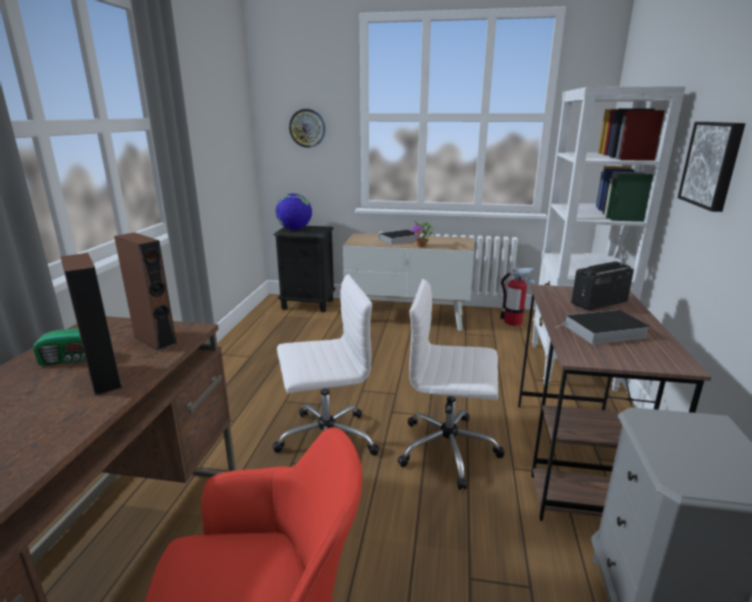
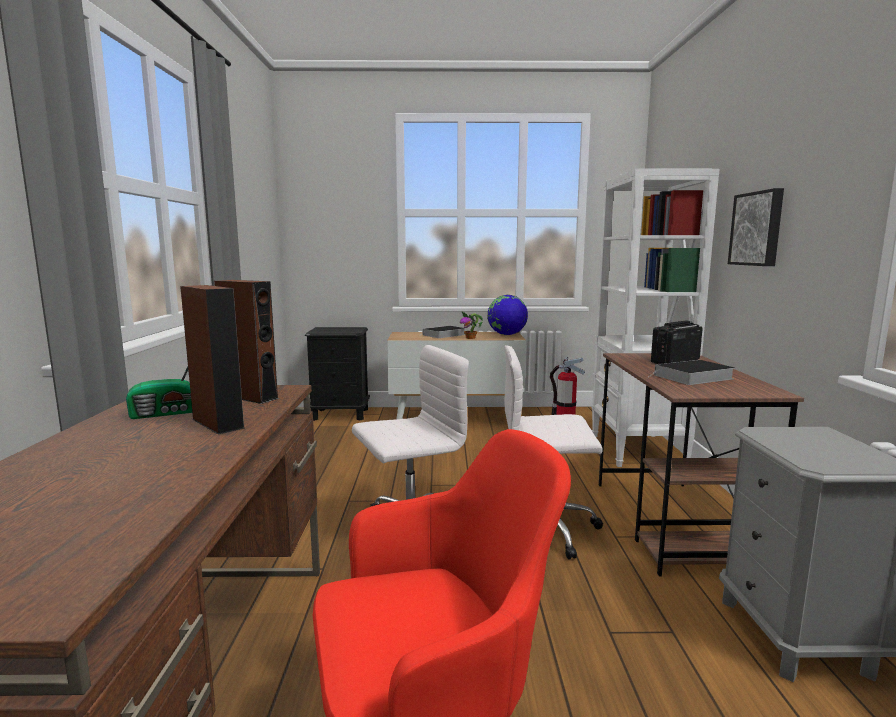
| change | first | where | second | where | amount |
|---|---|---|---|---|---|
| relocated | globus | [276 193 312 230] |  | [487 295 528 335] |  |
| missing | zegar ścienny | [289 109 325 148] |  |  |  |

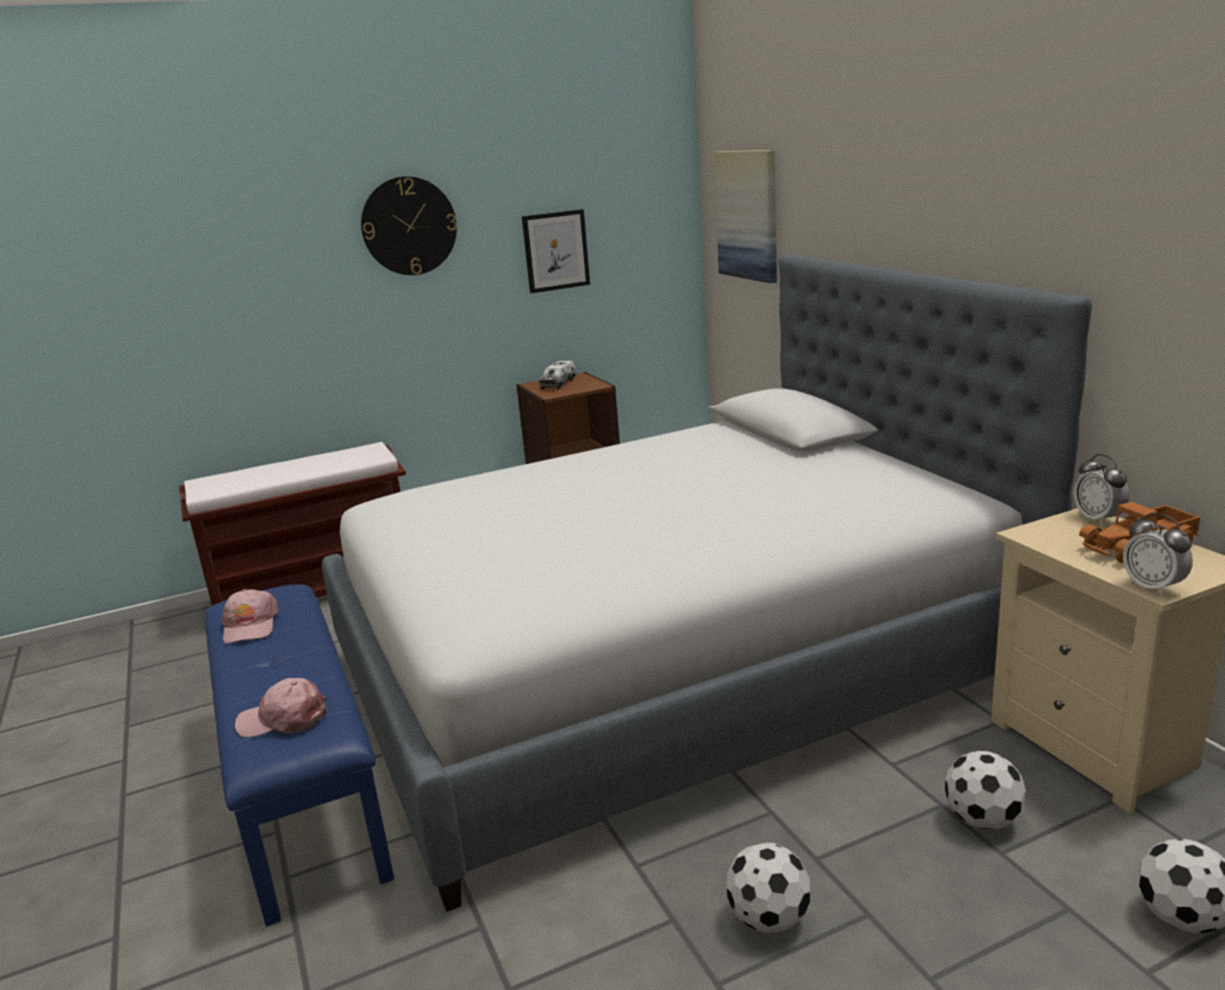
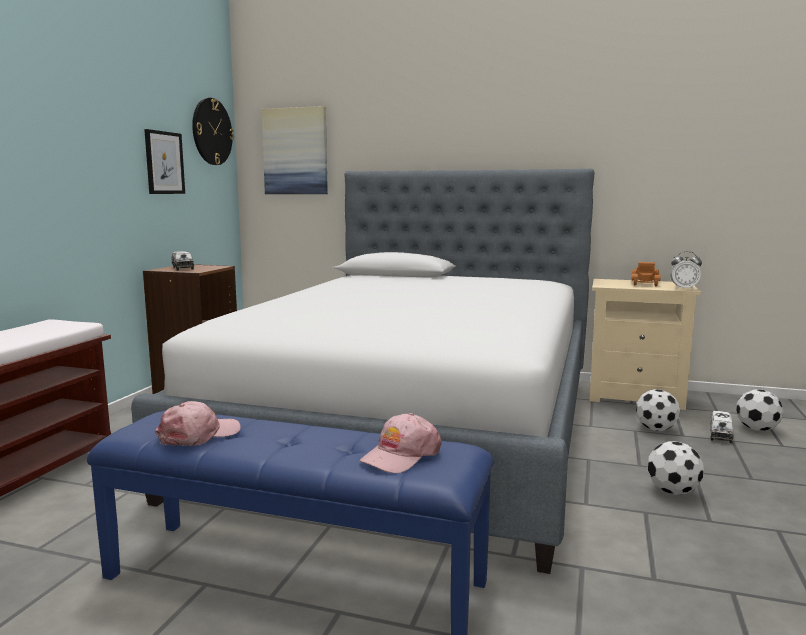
| change | first | where | second | where | amount |
|---|---|---|---|---|---|
| spun | czapka z daszkiem (różowy) | [222 589 279 644] |  | [155 401 241 446] | 75 degrees counterclockwise |
| relocated | zegar ścienny | [361 176 457 275] |  | [192 98 234 165] |  |
| appeared |  |  | ciężarówka zabawkowa | [710 411 733 443] |  |
| missing | budzik | [1074 454 1130 526] |  |  |  |

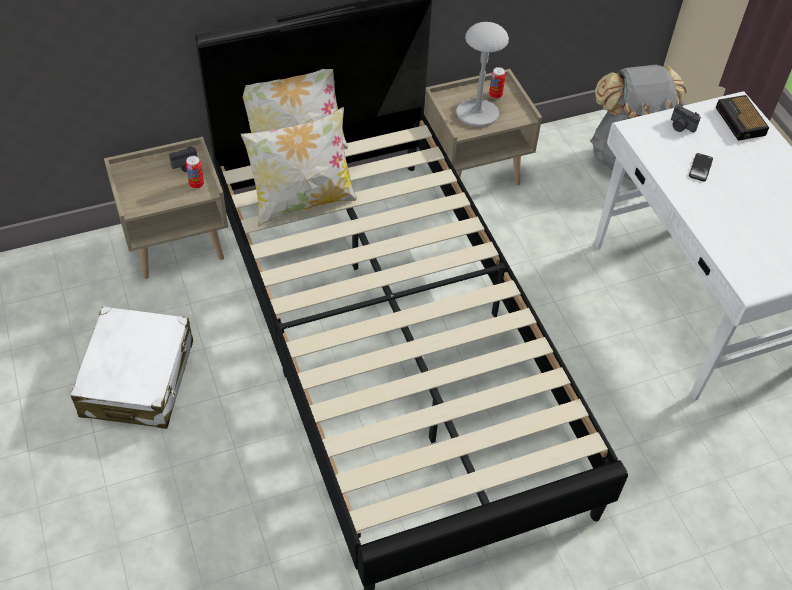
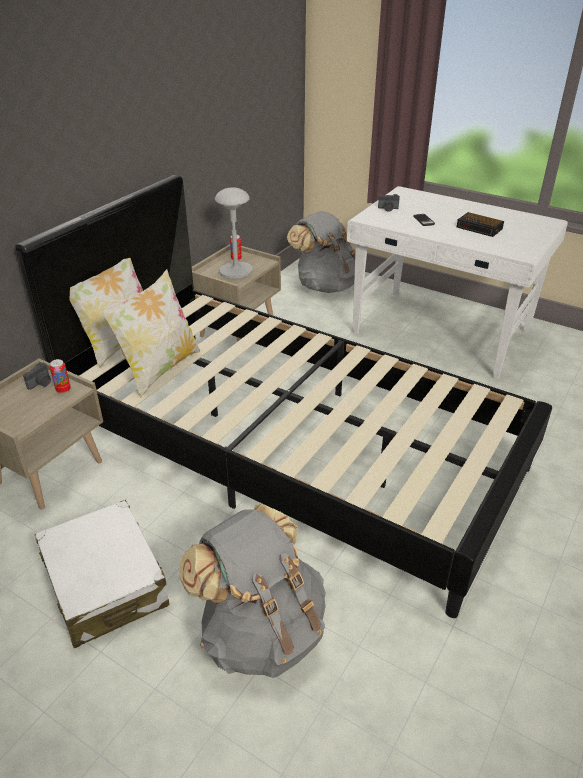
| change | first | where | second | where | amount |
|---|---|---|---|---|---|
| appeared |  |  | plecak (szary) | [179 504 326 678] |  |
| relocated | budzik | [716 95 769 141] |  | [457 212 504 237] |  |

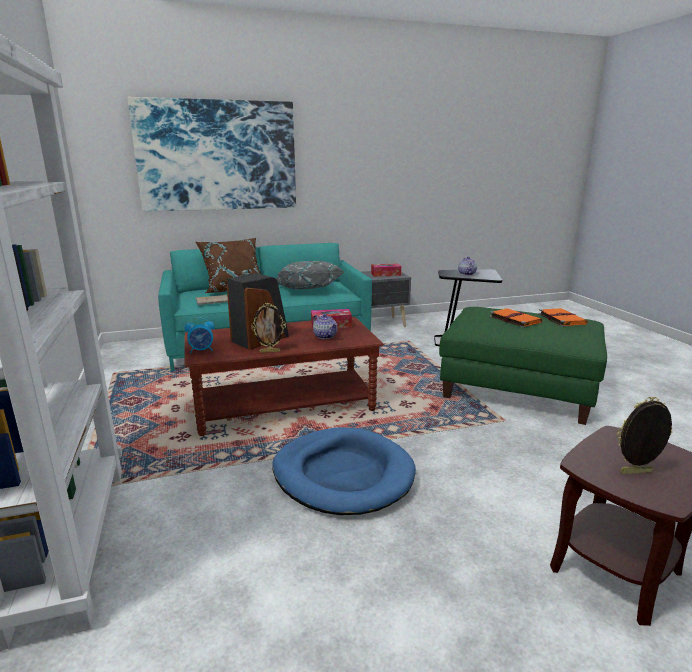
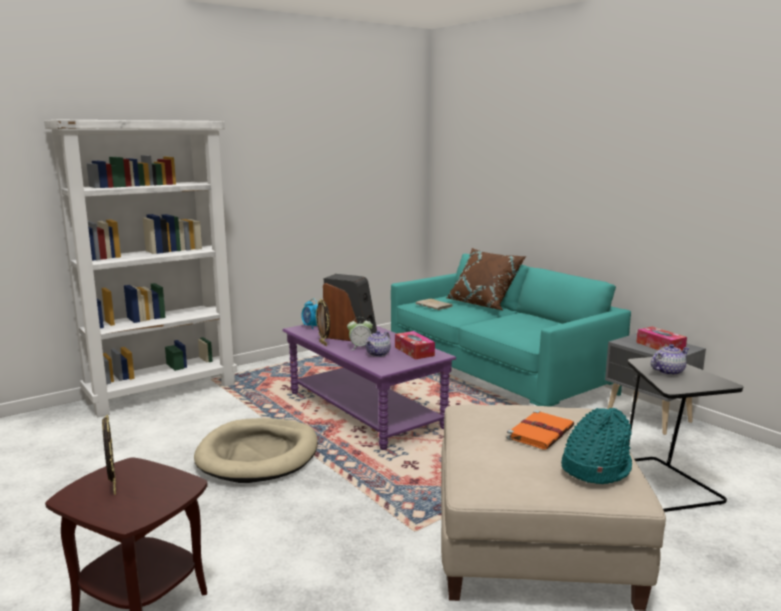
| change | first | where | second | where | amount |
|---|---|---|---|---|---|
| colour | legowisko (niebieski) | [272 427 416 515] | legowisko (beżowy) | [194 418 318 483] |  |
| colour | ława (brązowy) | [184 317 383 436] | ława (fioletowy) | [282 325 456 450] |  |
| appeared |  |  | budzik | [347 318 373 350] |  |
| colour | pufa (zielony) | [439 307 607 425] | pufa (beżowy) | [441 405 666 611] |  |
| exchanged | książka (pomarańczowy) | [538 308 588 327] | kapelusz (turkusowy) | [561 408 632 484] |  |
| missing | obraz | [127 97 296 212] |  |  |  |
| missing | poduszka (szary) | [276 261 344 289] |  |  |  |

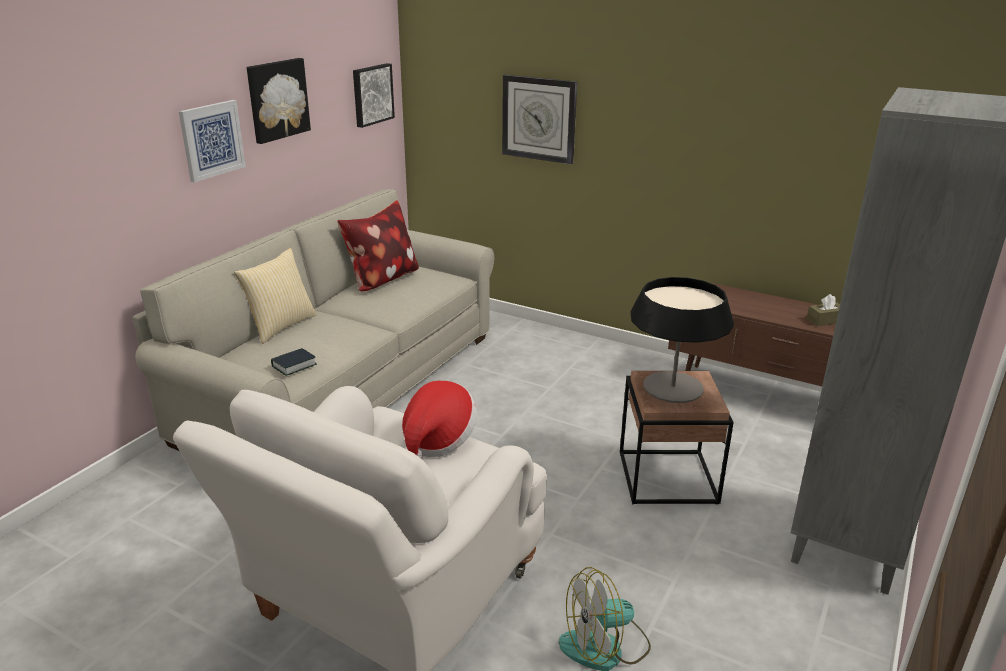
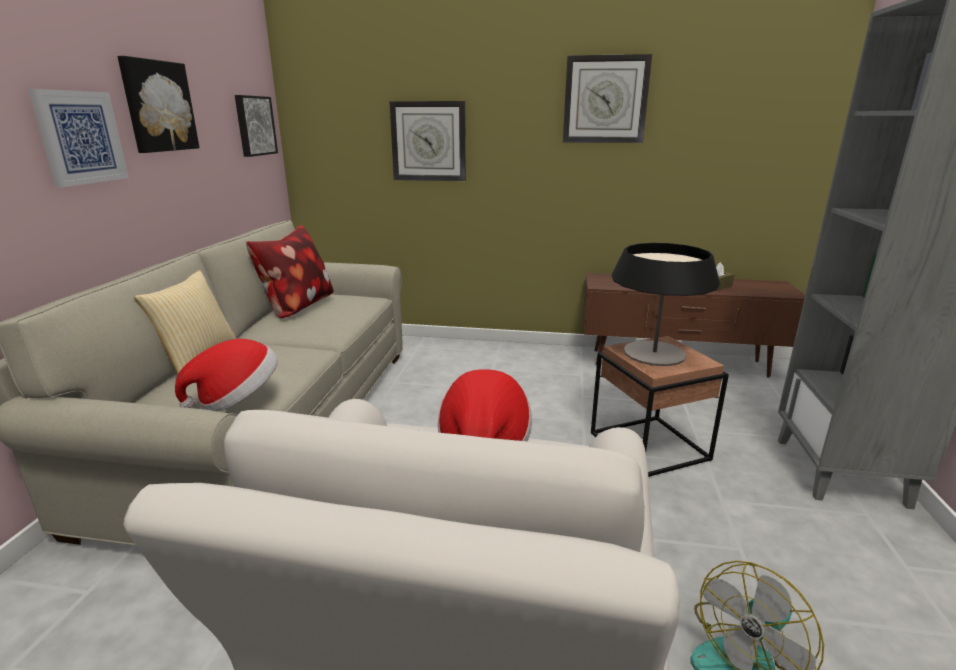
| change | first | where | second | where | amount |
|---|---|---|---|---|---|
| exchanged | książka | [271 348 317 376] | kapelusz | [175 339 278 412] |  |
| appeared |  |  | zegar ścienny | [563 54 652 143] |  |

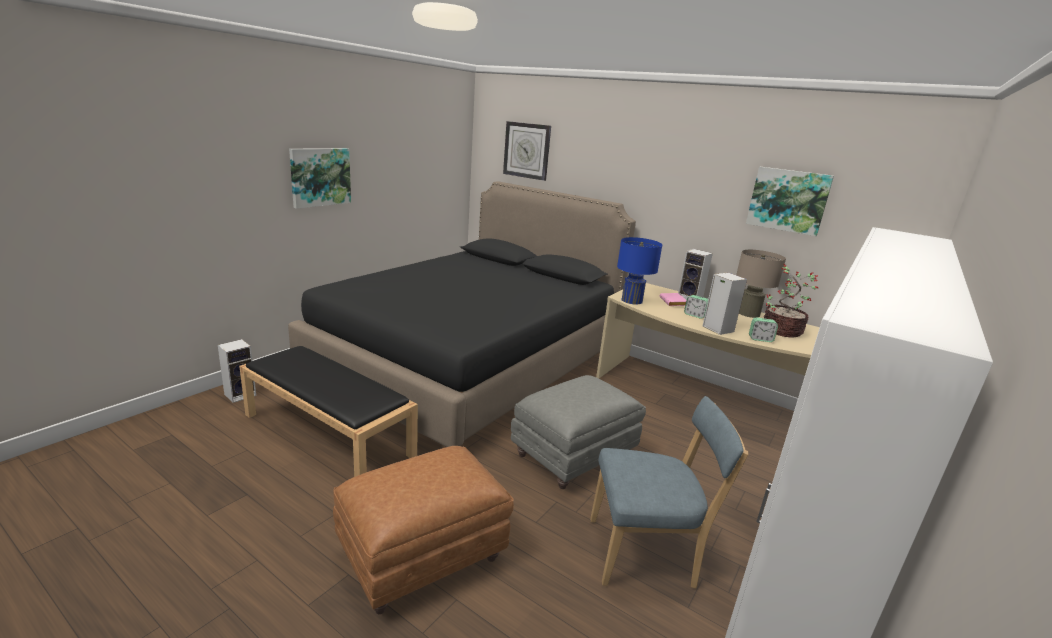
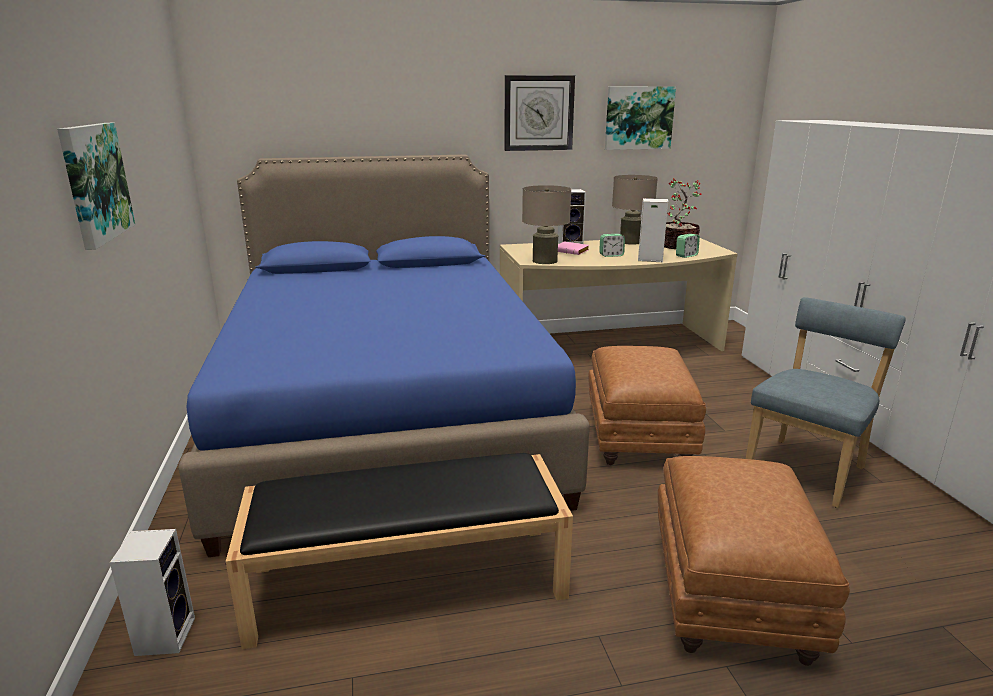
| change | first | where | second | where | amount |
|---|---|---|---|---|---|
| colour | łóżko (czarny) | [288 181 636 447] | łóżko (niebieski) | [178 155 590 557] |  |
| relocated | zegar ścienny | [503 121 551 181] |  | [504 75 575 151] |  |
| colour | lampa stołowa (niebieski) | [617 237 662 304] | lampa stołowa (beżowy) | [522 185 571 264] |  |
| colour | pufa (szary) | [511 375 646 489] | pufa (brązowy) | [588 346 706 465] |  |

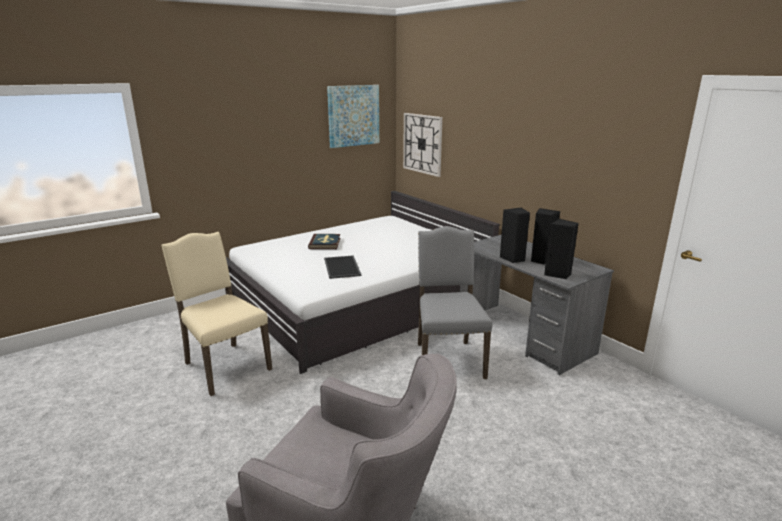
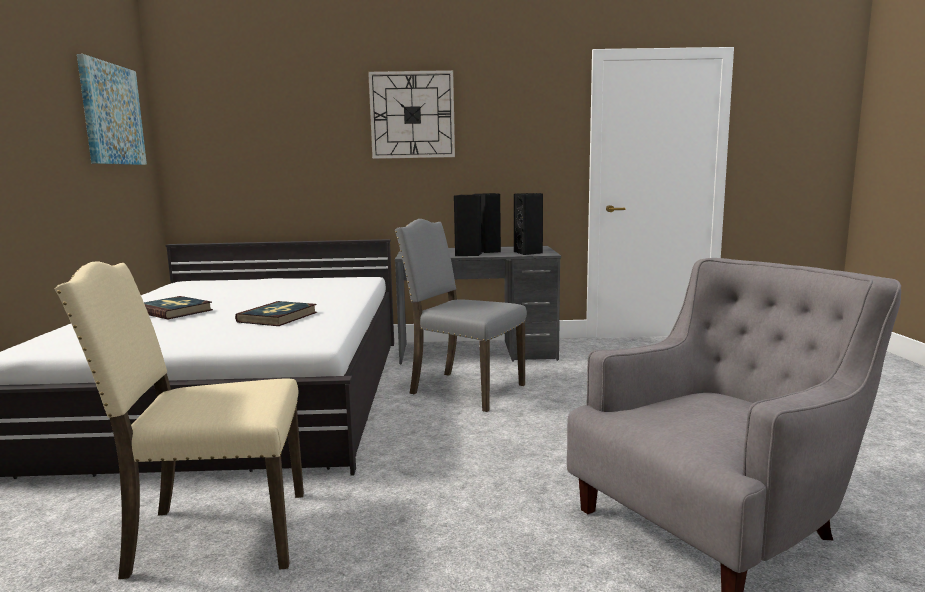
| change | first | where | second | where | amount |
|---|---|---|---|---|---|
| exchanged | taca | [324 255 361 279] | książka | [235 301 317 326] |  |
| relocated | zegar ścienny | [403 113 443 177] |  | [368 70 455 159] |  |

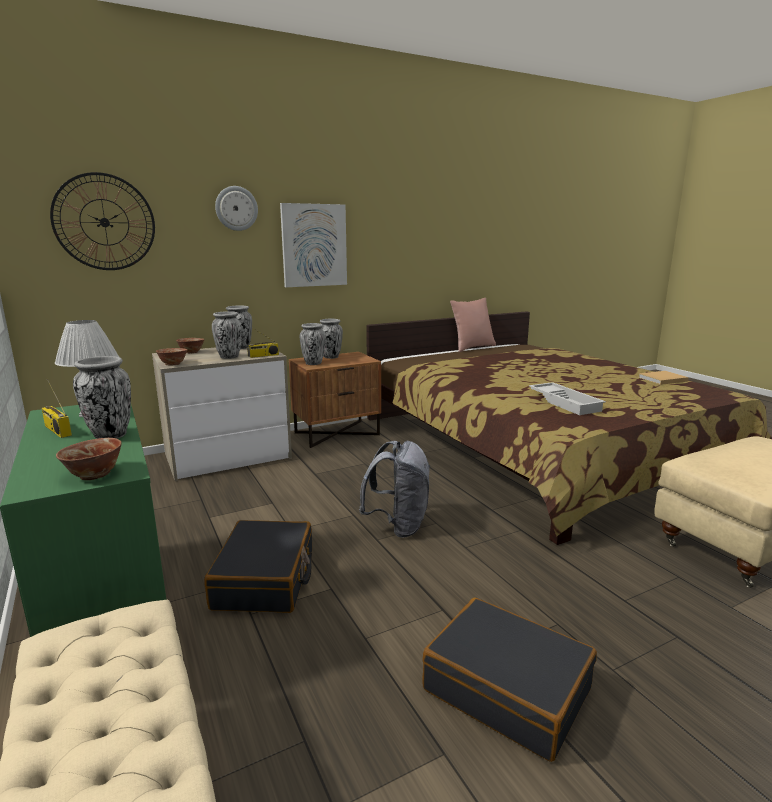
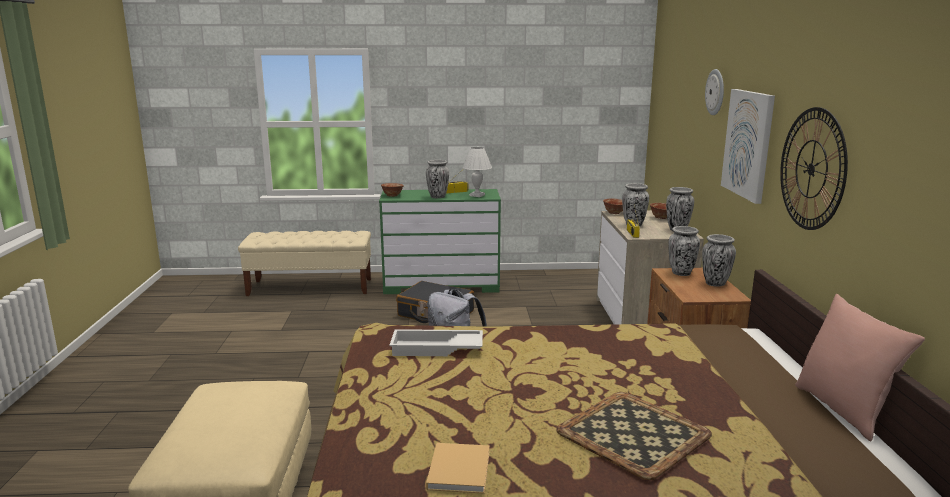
| change | first | where | second | where | amount |
|---|---|---|---|---|---|
| appeared |  |  | taca | [556 392 712 480] |  |
| relocated | zegar ścienny | [50 172 155 270] |  | [780 107 848 230] |  |
| missing | walizka (czarny) | [422 597 597 762] |  |  |  |

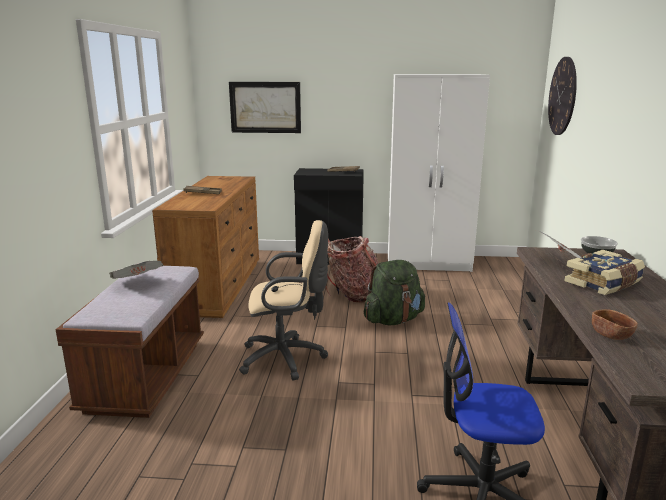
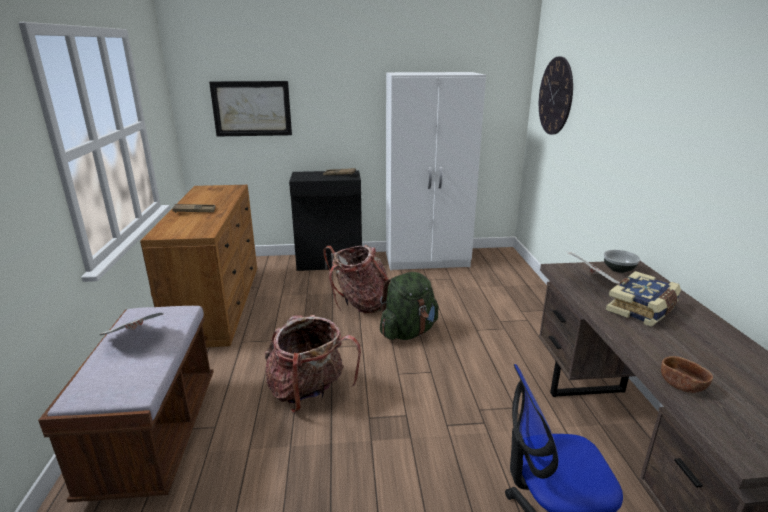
| change | first | where | second | where | amount |
|---|---|---|---|---|---|
| exchanged | krzesło biurowe (beżowy) | [239 220 328 380] | plecak | [265 315 361 413] |  |

